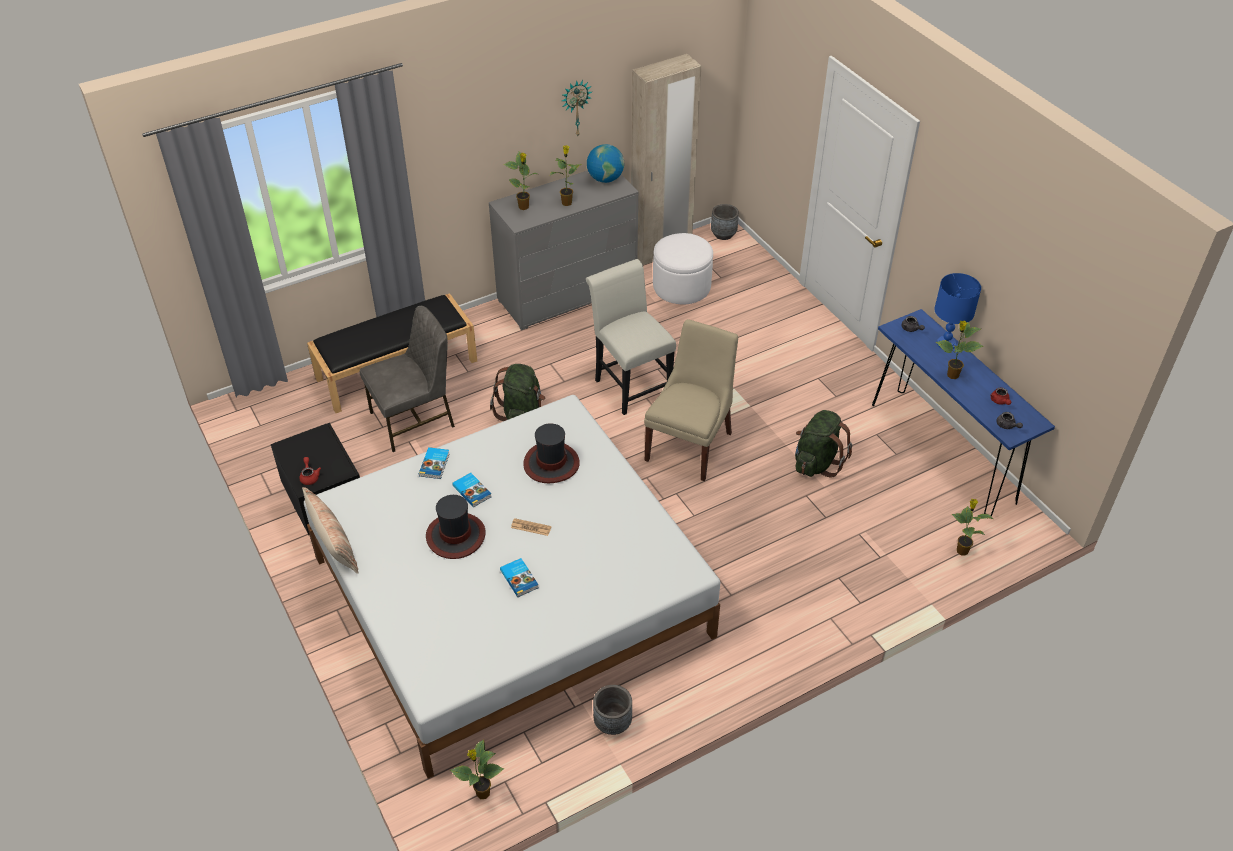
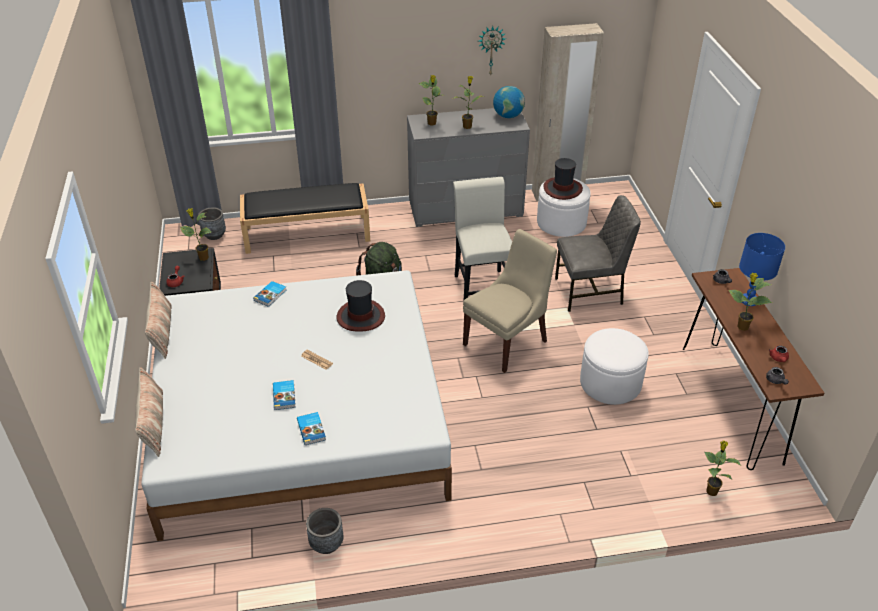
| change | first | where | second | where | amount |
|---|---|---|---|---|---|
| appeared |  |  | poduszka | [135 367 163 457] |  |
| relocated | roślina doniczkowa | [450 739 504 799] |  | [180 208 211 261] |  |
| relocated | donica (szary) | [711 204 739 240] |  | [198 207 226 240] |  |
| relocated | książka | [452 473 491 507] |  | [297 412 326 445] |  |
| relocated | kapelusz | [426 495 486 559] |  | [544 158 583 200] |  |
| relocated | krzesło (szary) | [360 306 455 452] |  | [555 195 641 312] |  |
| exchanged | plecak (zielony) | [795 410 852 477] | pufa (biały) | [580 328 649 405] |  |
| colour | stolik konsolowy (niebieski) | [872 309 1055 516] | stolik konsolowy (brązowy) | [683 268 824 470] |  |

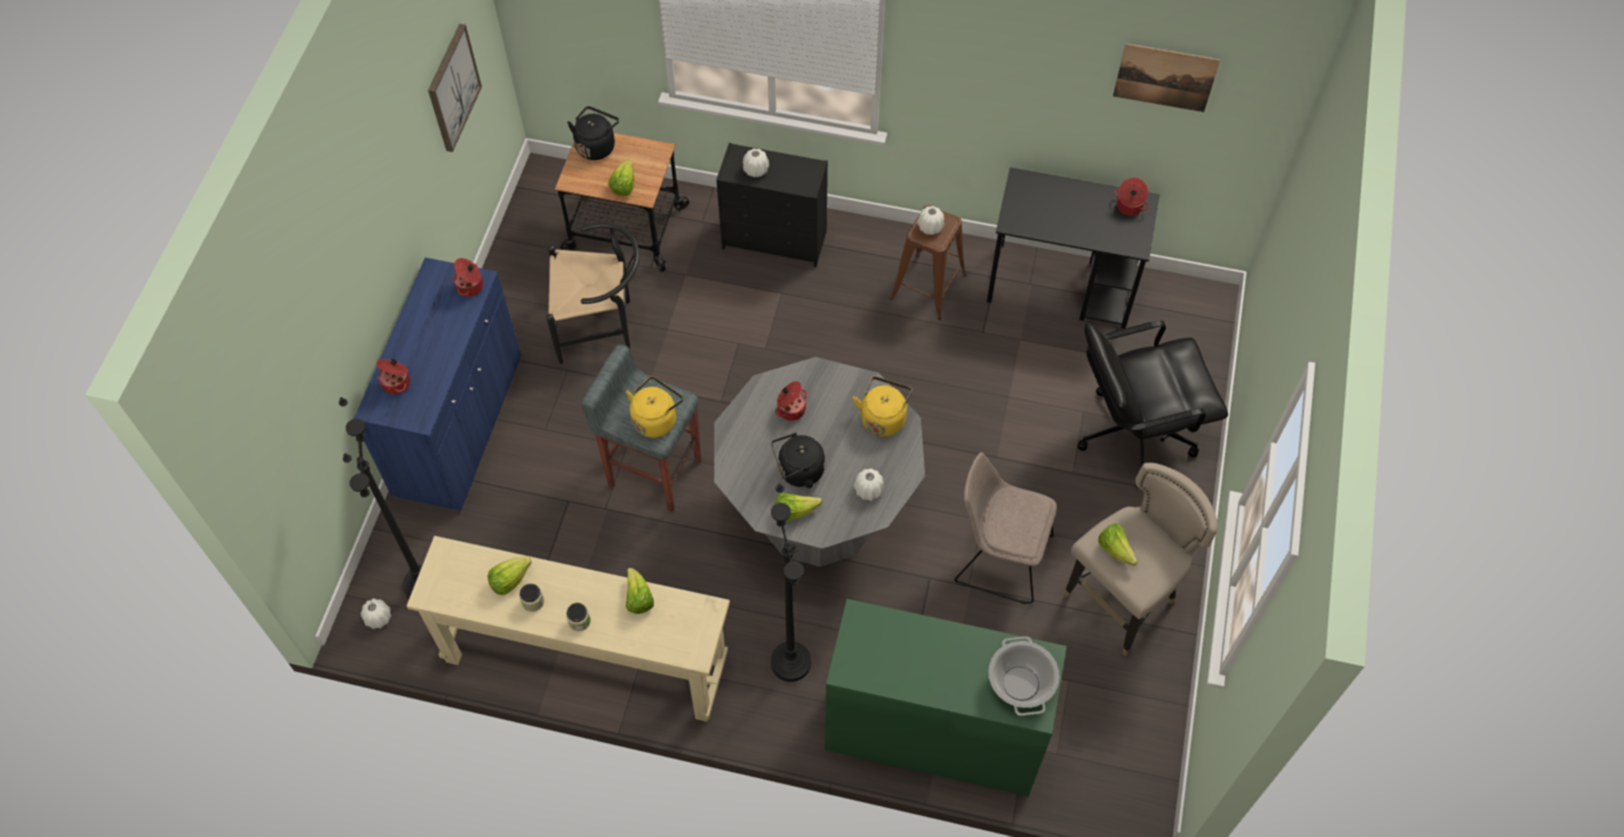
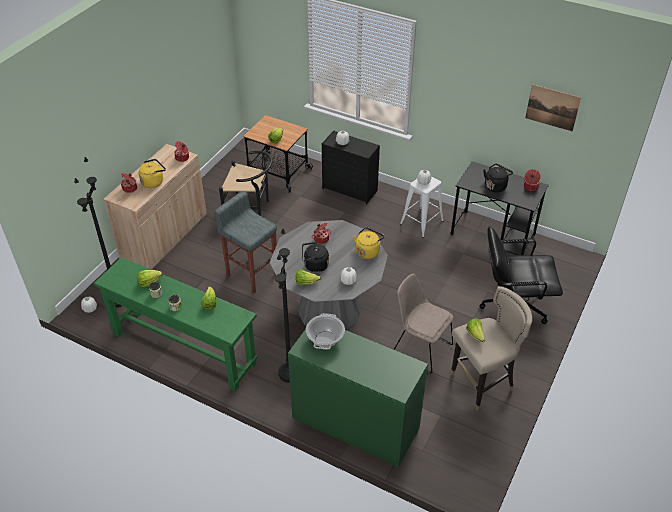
| change | first | where | second | where | amount |
|---|---|---|---|---|---|
| colour | stolik konsolowy (beżowy) | [406 536 730 722] | stolik konsolowy (zielony) | [94 257 258 391] |  |
| colour | szafka (niebieski) | [354 257 521 511] | szafka (beżowy) | [103 144 207 270] |  |
| relocated | czajnik (żółty) | [626 377 683 438] |  | [139 159 166 188] |  |
| relocated | garnek | [988 636 1060 716] |  | [306 313 345 350] |  |
| colour | stołek (brązowy) | [890 205 966 320] | stołek (biały) | [400 176 443 238] |  |
| relocated | czajnik (czarny) | [567 106 619 160] |  | [483 164 513 192] |  |
| missing | obraz | [428 24 482 152] |  |  |  |

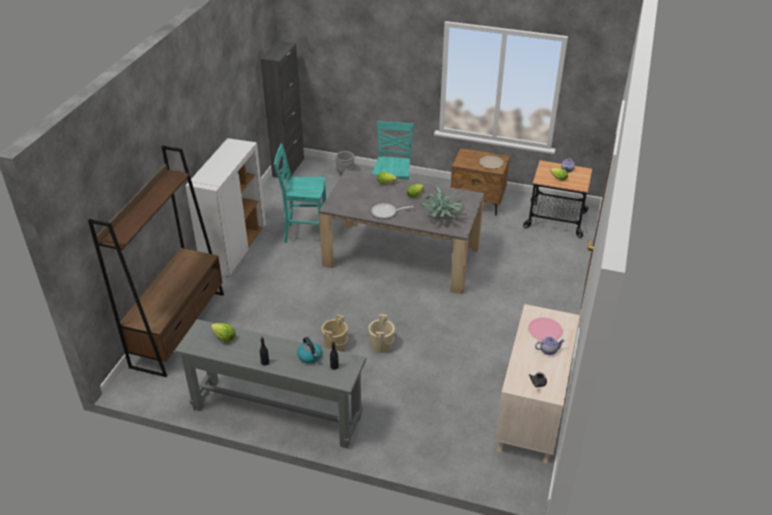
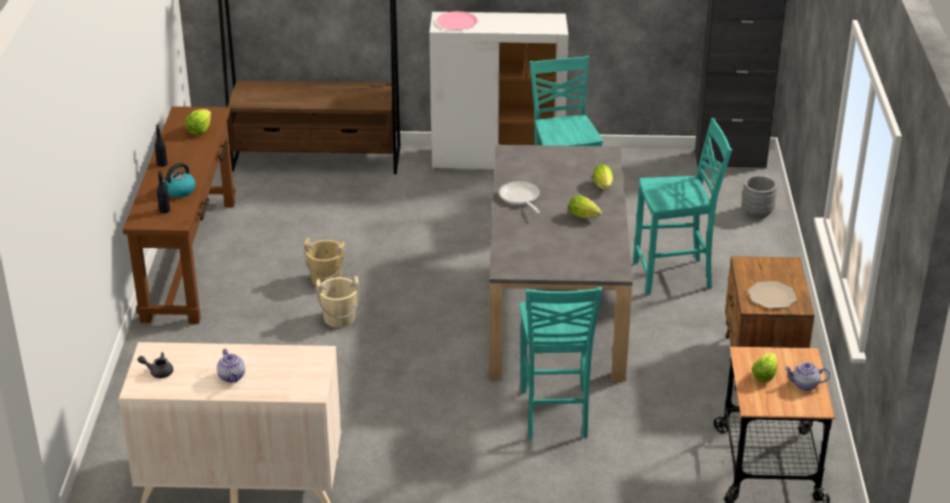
| change | first | where | second | where | amount |
|---|---|---|---|---|---|
| colour | stolik konsolowy (szary) | [175 319 366 448] | stolik konsolowy (brązowy) | [123 106 236 324] |  |
| relocated | talerz (różowy) | [528 317 563 340] |  | [436 11 478 30] |  |
| appeared |  |  | krzesło (turkusowy) | [519 287 603 440] |  |
| missing | roślina doniczkowa | [421 187 464 219] |  |  |  |

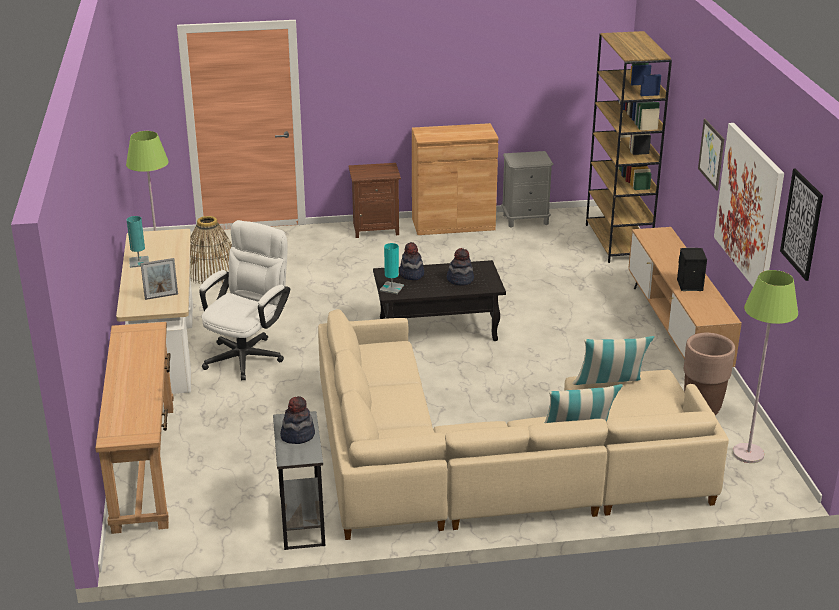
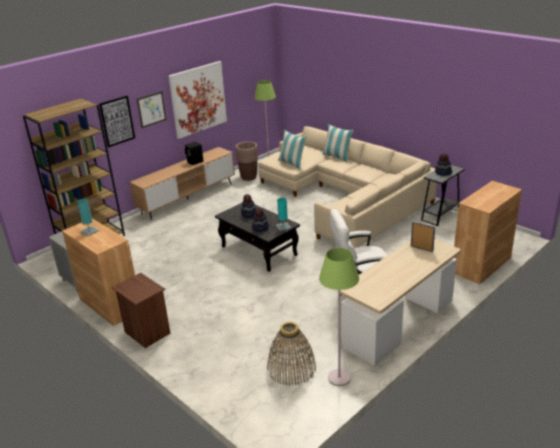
| change | first | where | second | where | amount |
|---|---|---|---|---|---|
| relocated | lampa stołowa (turkusowy) | [127 216 149 268] |  | [77 199 99 236] |  |
| relocated | obraz | [780 169 823 281] |  | [99 95 135 148] |  |
| exchanged | stolik konsolowy (brązowy) | [95 322 174 534] | szafka (brązowy) | [454 181 522 284] |  |

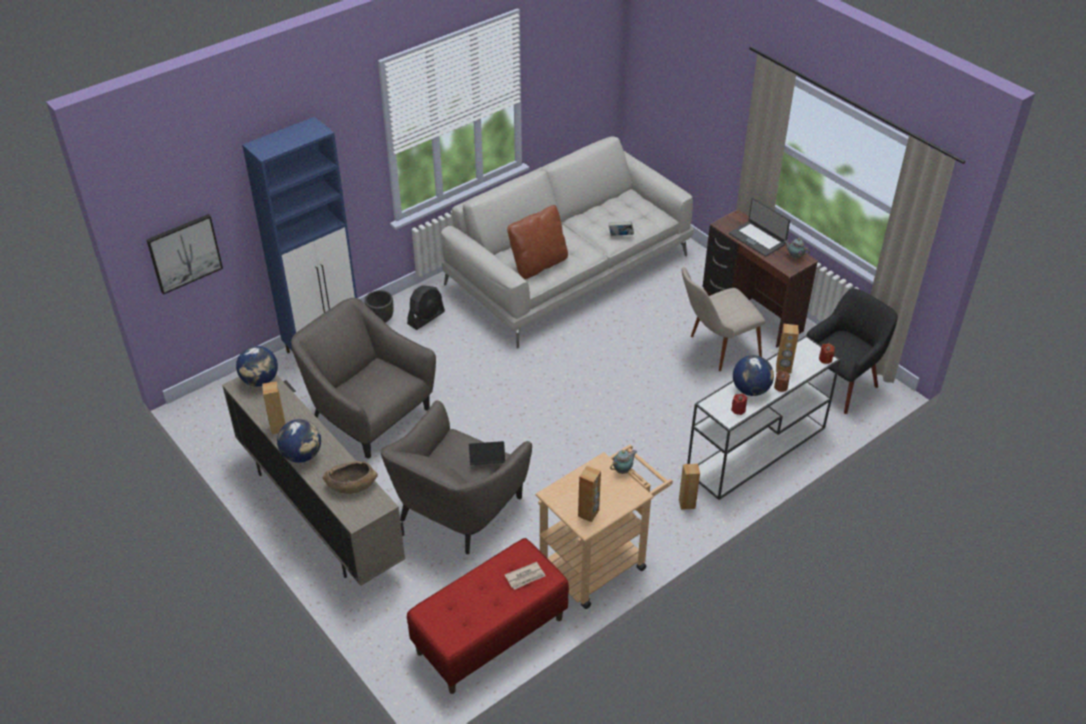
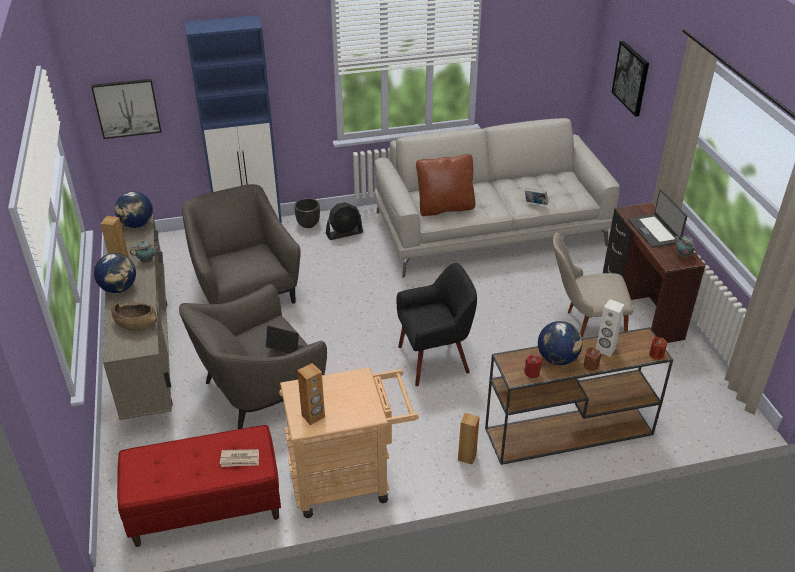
| change | first | where | second | where | amount |
|---|---|---|---|---|---|
| relocated | imbryk | [610 450 637 474] |  | [130 240 160 263] |  |
| relocated | fotel (czarny) | [806 288 898 414] |  | [396 263 477 386] |  |
| colour | stolik konsolowy (biały) | [687 336 840 500] | stolik konsolowy (brązowy) | [485 327 673 465] |  |
| colour | głośnik (brązowy) | [776 324 799 374] | głośnik (biały) | [596 299 625 357] |  |
| appeared |  |  | obraz | [611 41 649 117] |  |

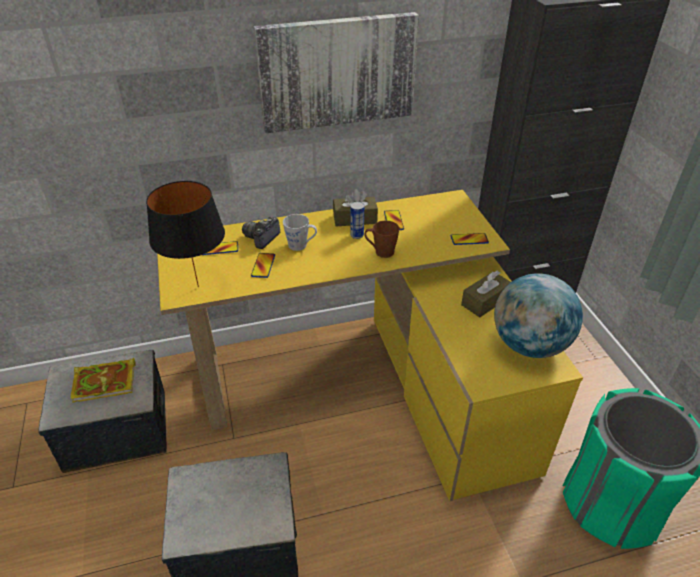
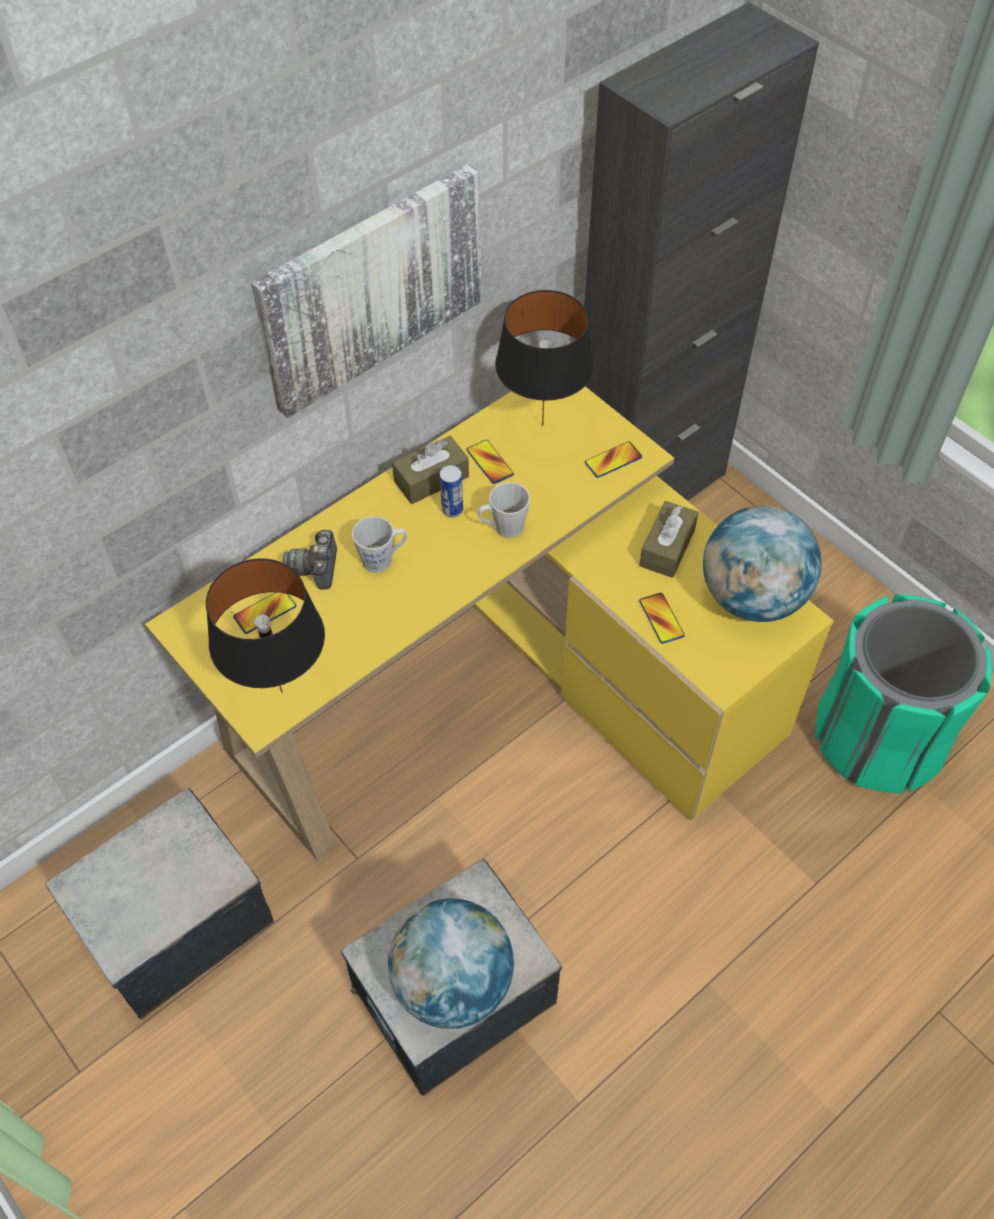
| change | first | where | second | where | amount |
|---|---|---|---|---|---|
| appeared |  |  | globus | [388 898 514 1029] |  |
| colour | kubek (brązowy) | [364 221 399 258] | kubek (szary) | [478 482 530 538] |  |
| appeared |  |  | lampa stołowa (czarny) | [495 290 595 426] |  |
| relocated | telefon | [251 253 275 278] |  | [639 593 685 644] |  |
| missing | książka | [70 358 135 403] |  |  |  |

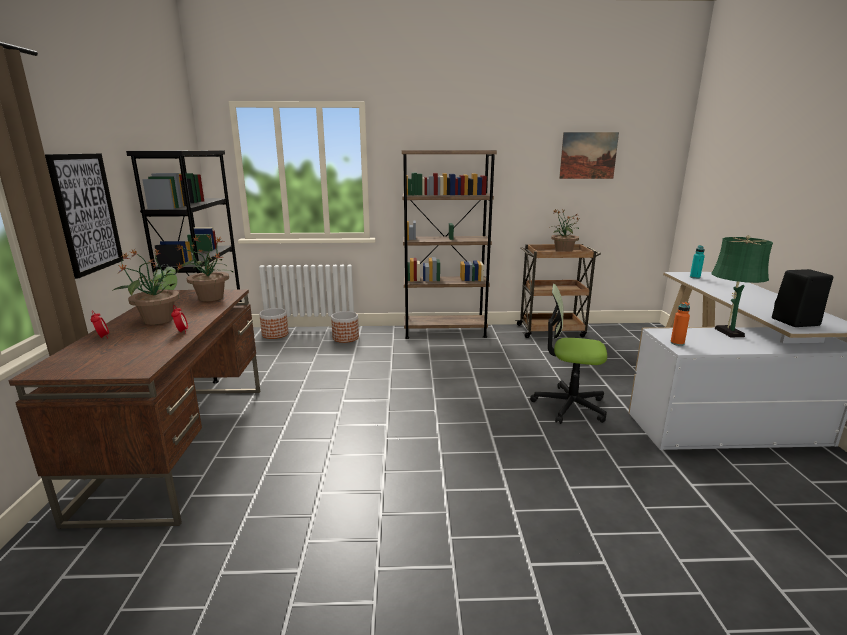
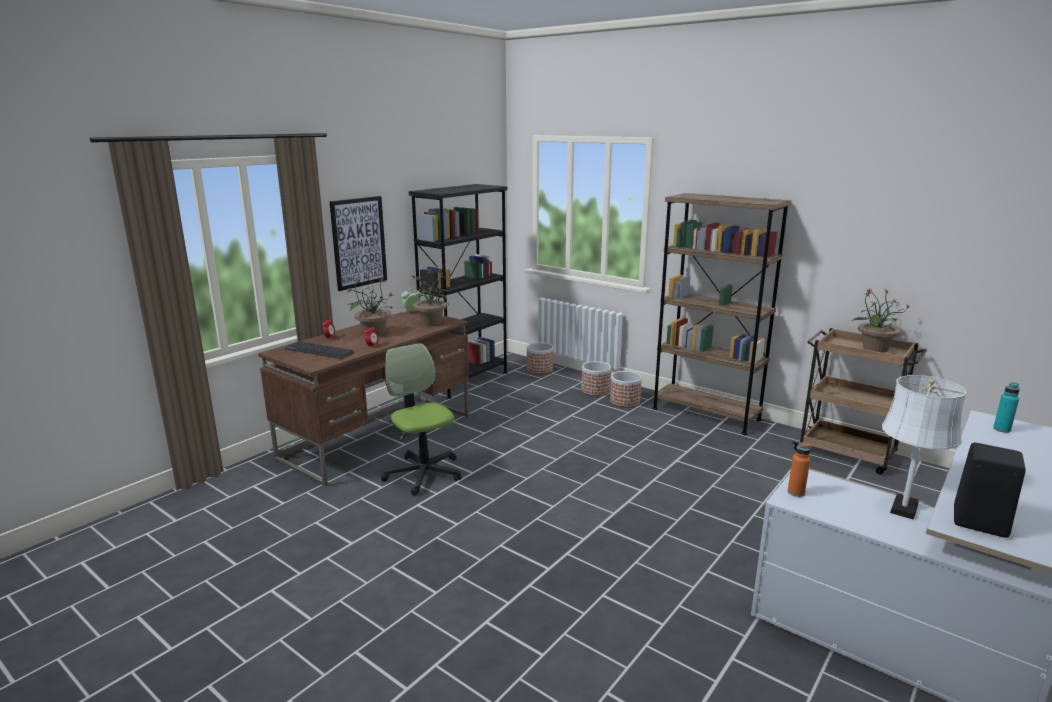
| change | first | where | second | where | amount |
|---|---|---|---|---|---|
| appeared |  |  | klawiatura | [285 341 355 359] |  |
| relocated | krzesło biurowe | [530 284 607 424] |  | [381 343 461 495] |  |
| appeared |  |  | donica | [610 371 642 407] |  |
| colour | lampa stołowa (zielony) | [712 235 773 337] | lampa stołowa (biały) | [882 375 967 520] |  |
| missing | obraz | [559 132 619 179] |  |  |  |

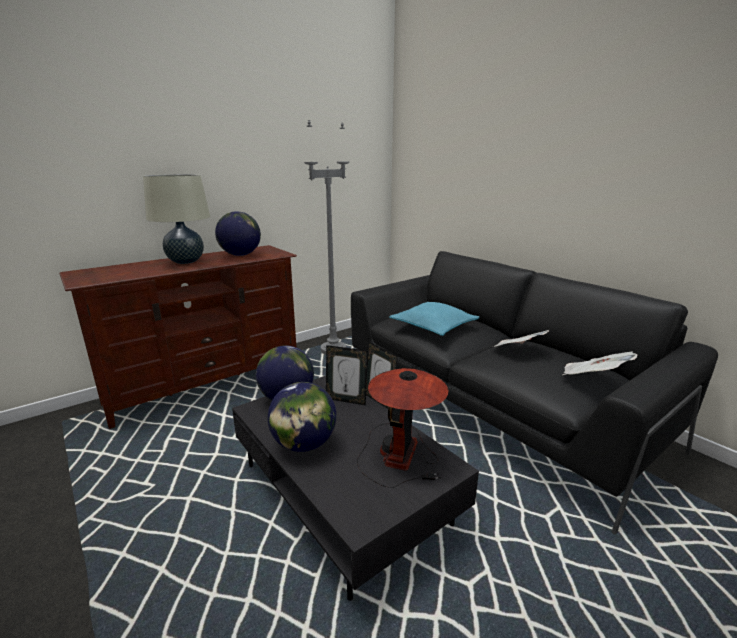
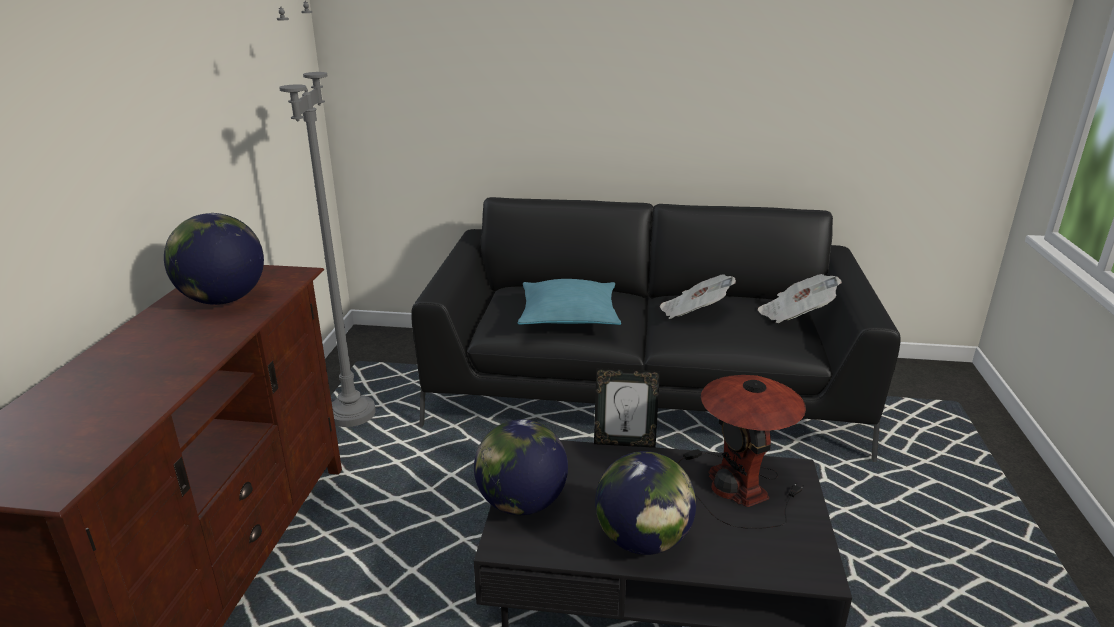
| change | first | where | second | where | amount |
|---|---|---|---|---|---|
| missing | lampa stołowa (beżowy) | [143 174 210 264] |  |  |  |
| missing | ramka na zdjęcie | [326 345 368 405] |  |  |  |

